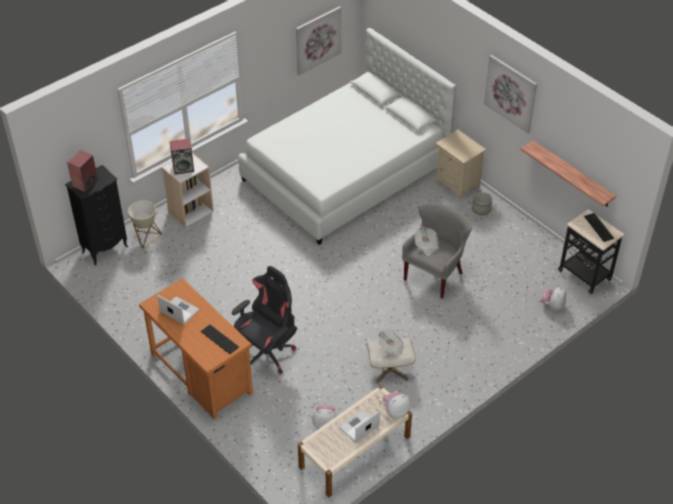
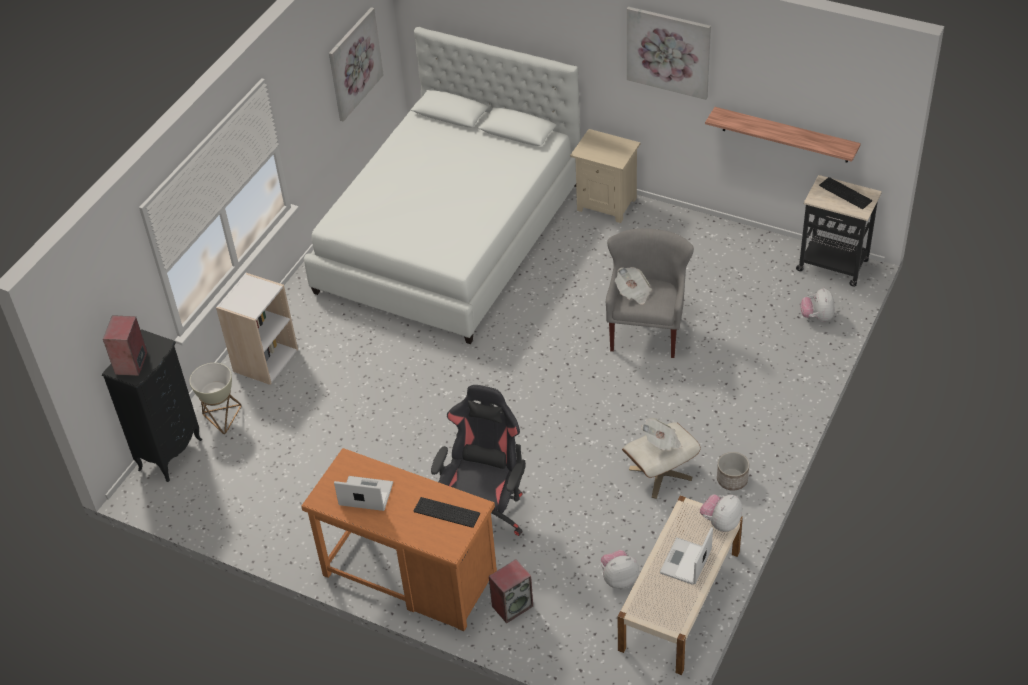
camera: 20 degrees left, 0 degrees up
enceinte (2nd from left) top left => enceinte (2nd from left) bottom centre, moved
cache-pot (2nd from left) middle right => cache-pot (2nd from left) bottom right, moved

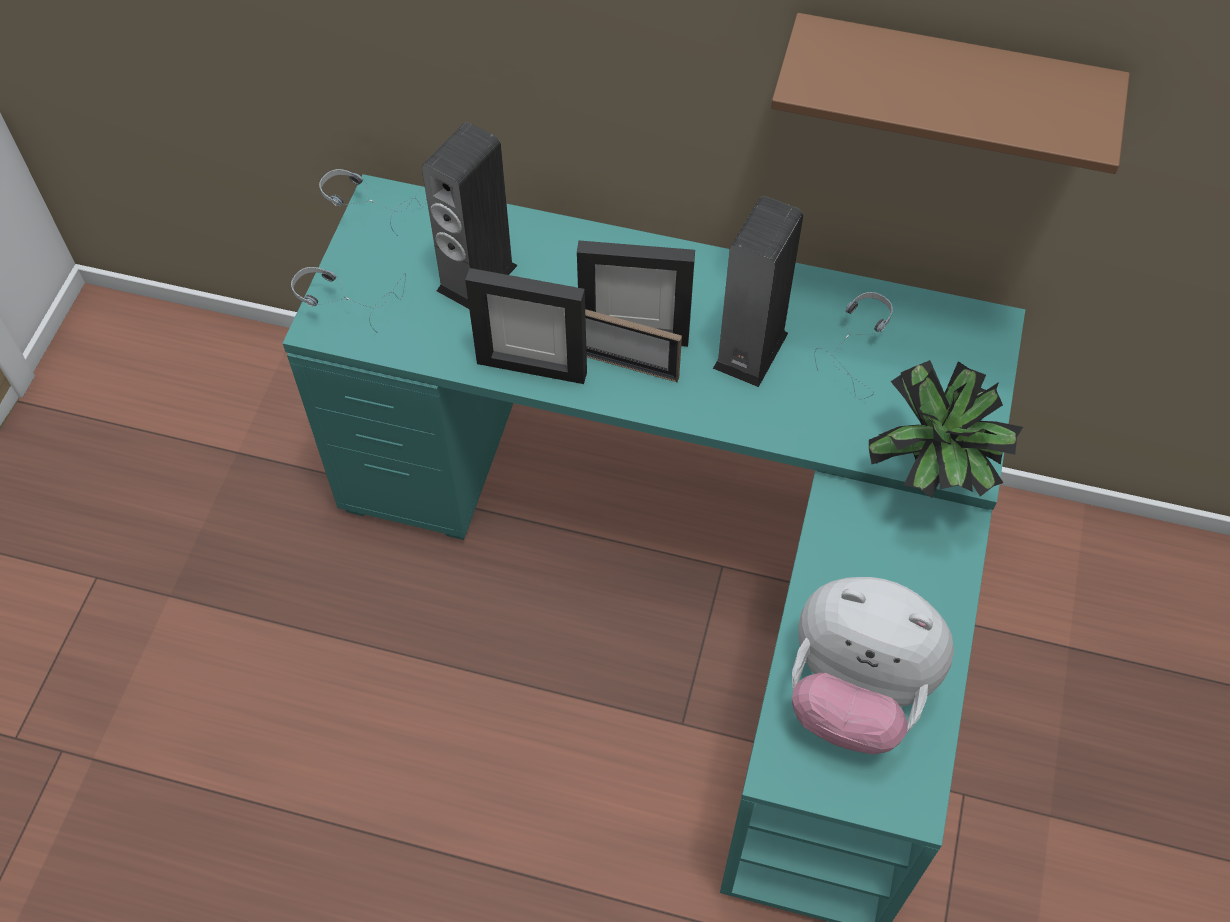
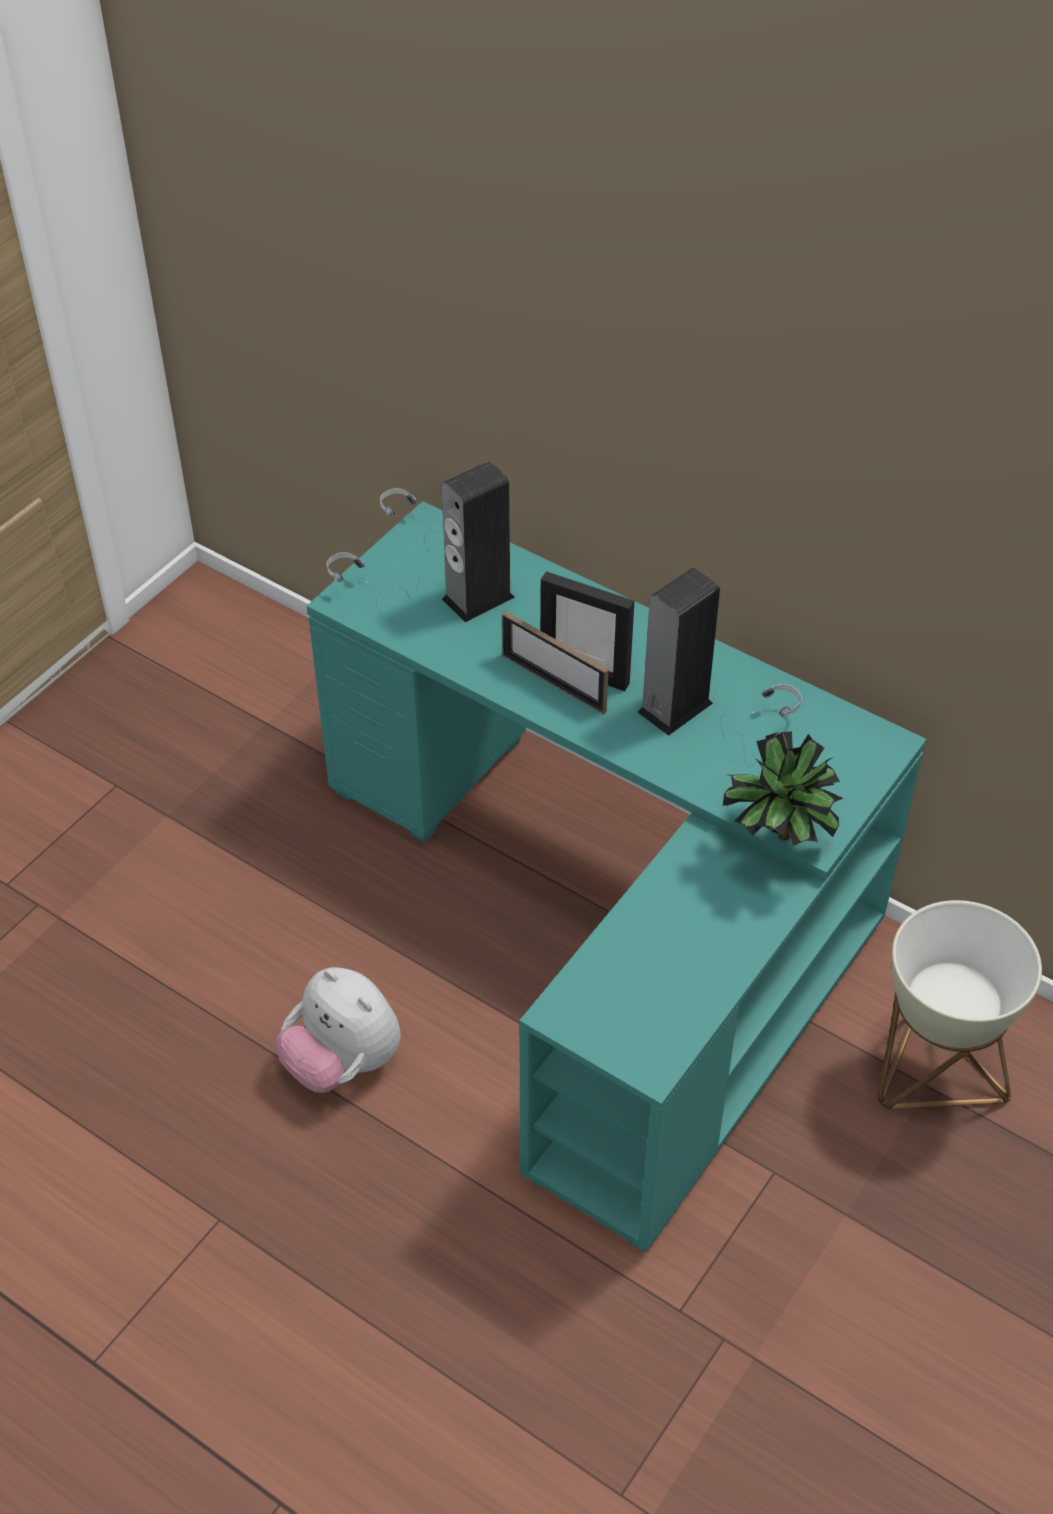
camera: 20 degrees right, 10 degrees down
peluche bottom right => peluche bottom left, moved
nothing => cache-pot middle right
cadre photo (1st from left) centre => nothing
étagère/marron top right => nothing

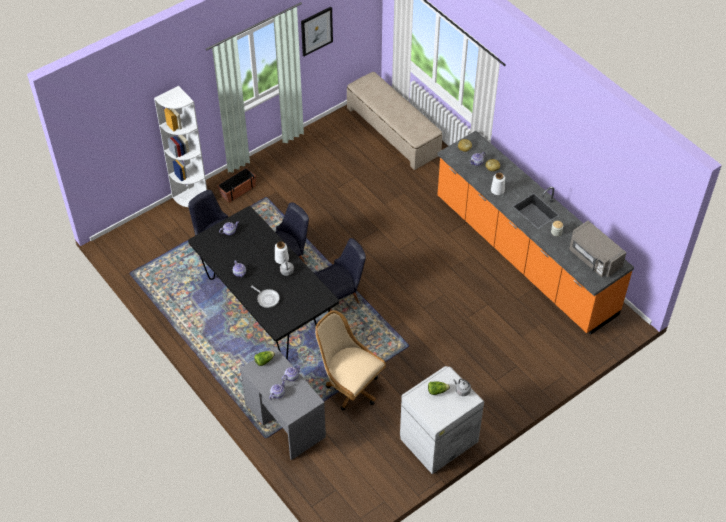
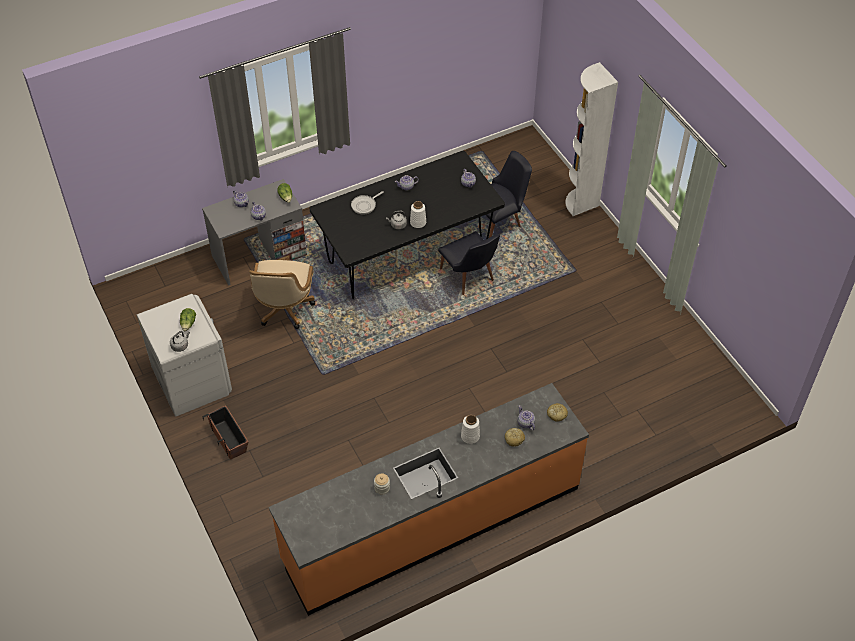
camera: 100 degrees right, 0 degrees up
cache-pot middle left => cache-pot bottom left, moved
chaise de bureau/beige bottom centre => chaise de bureau/beige middle left, 135 degrees clockwise
tableau top centre => nothing
chaise/noir (3rd from left) centre => nothing
banc/beige top centre => nothing
micro-ondes/gris middle right => nothing

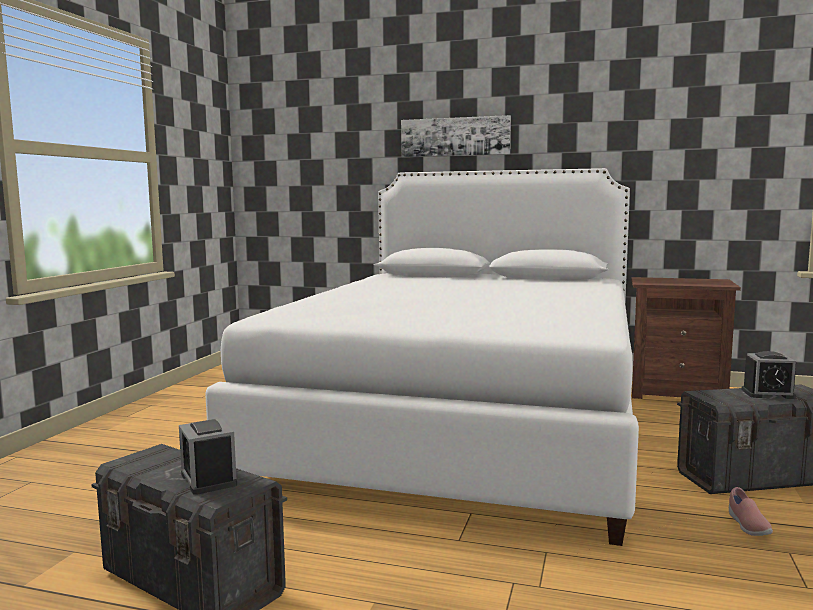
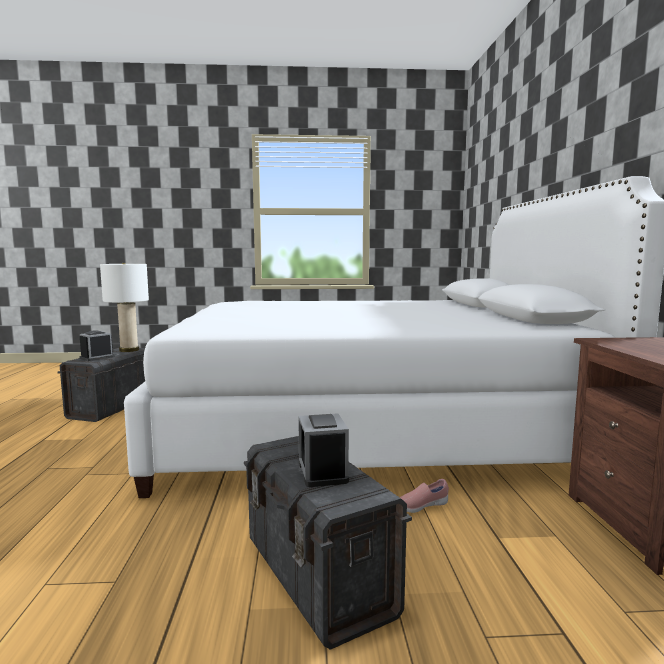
camera: 70 degrees right, 0 degrees up
nothing => lampe de table/blanc middle left
chaussure/rose bottom right => chaussure/rose bottom centre, moved
tableau top centre => nothing

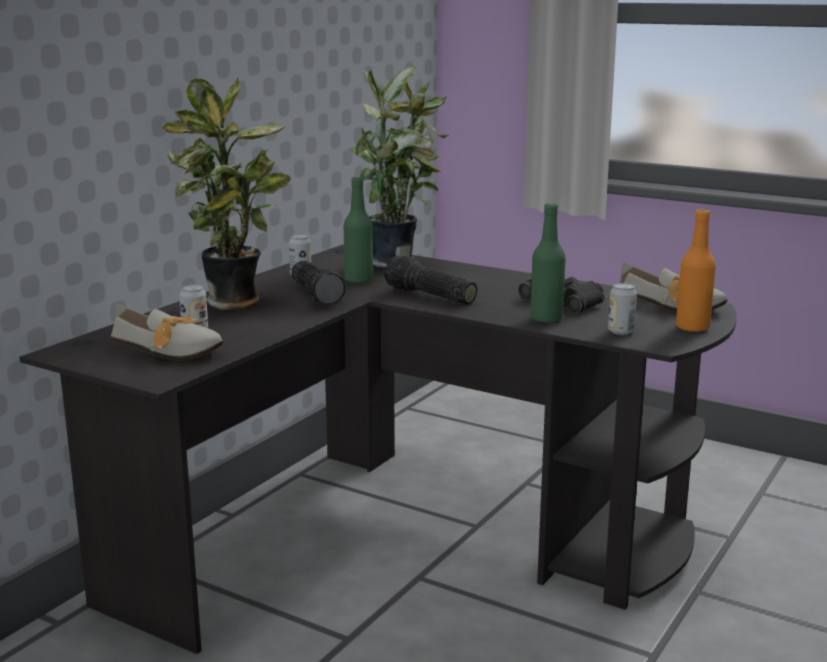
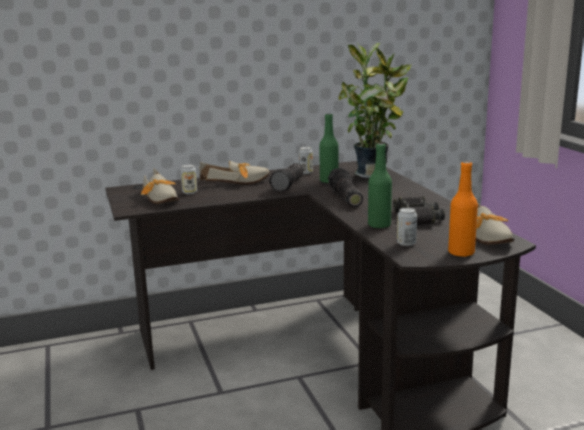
camera: 40 degrees right, 0 degrees up
plante en pot (1st from left) top left => chaussure (2nd from left) centre

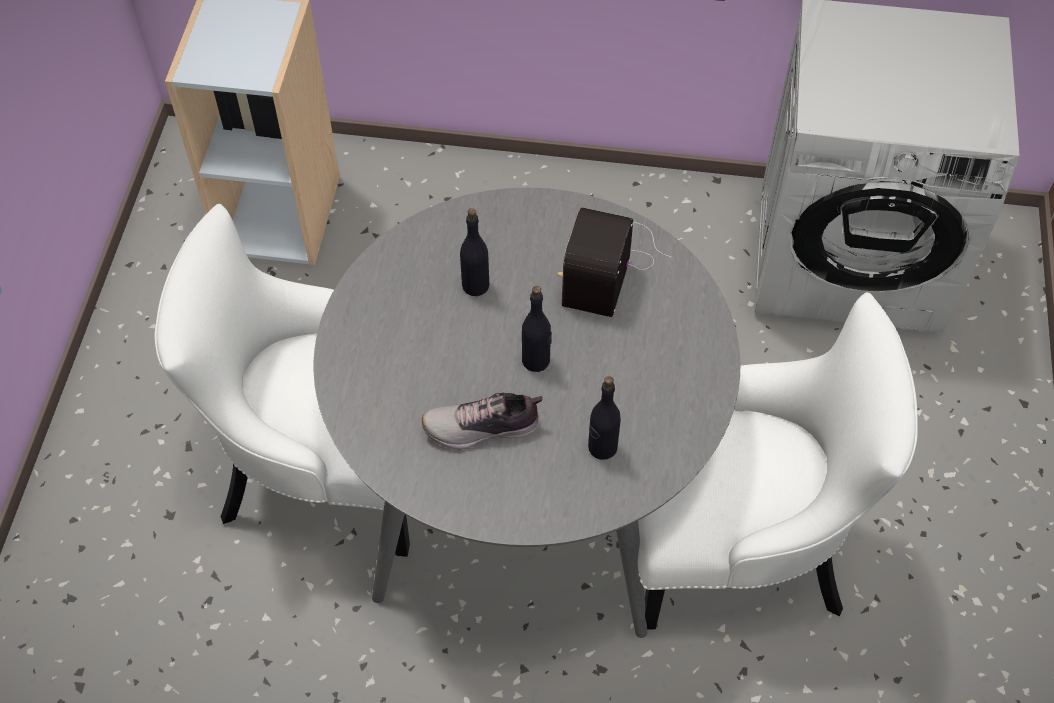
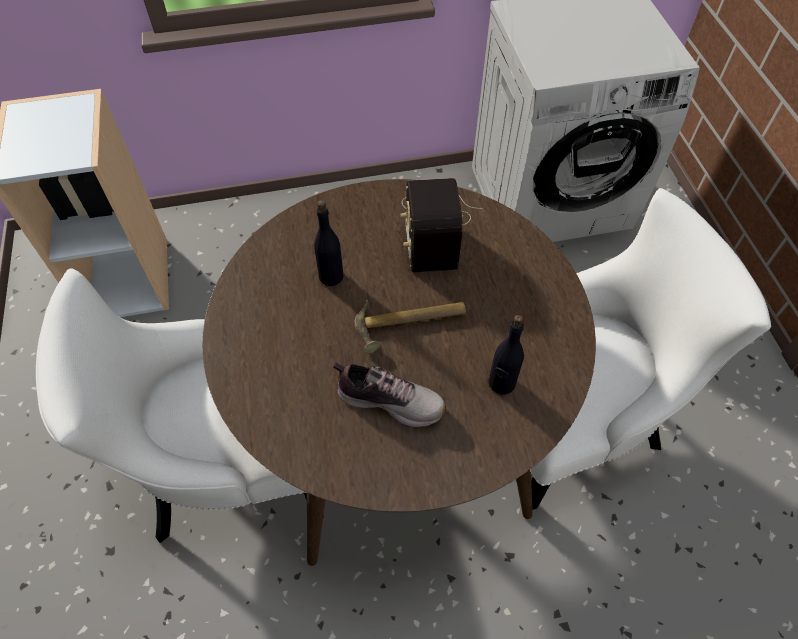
camera: 20 degrees left, 0 degrees up
table à manger/gris centre => table à manger/marron centre
chaussure centre, 135 degrees counterclockwise
bouteille/noir (2nd from left) centre => marteau centre

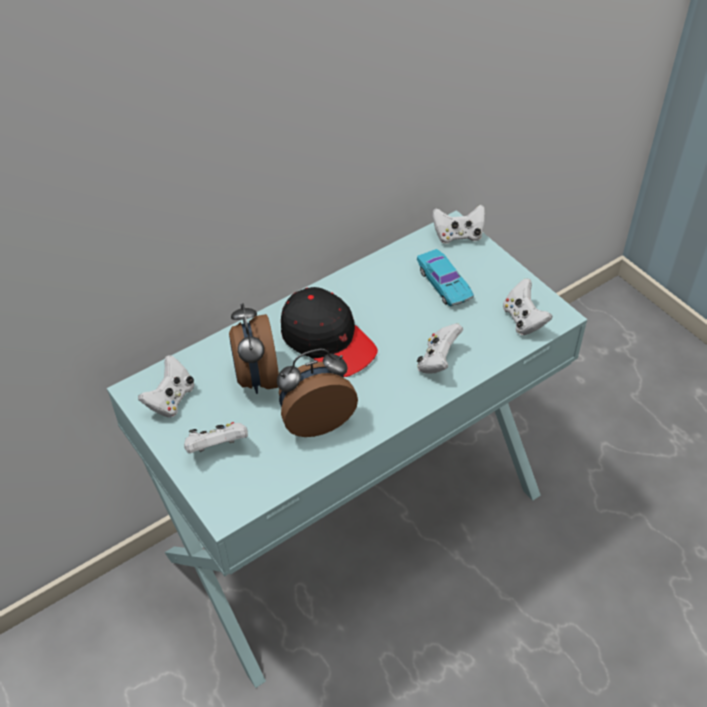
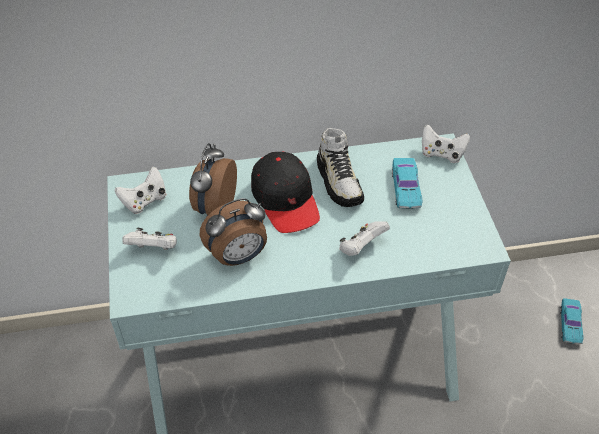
camera: 25 degrees right, 0 degrees up
réveil (2nd from left) centre, 150 degrees clockwise
nothing => chaussure centre
nothing => petite voiture/turquoise (2nd from left) bottom right
manette/blanc (5th from left) middle right => nothing

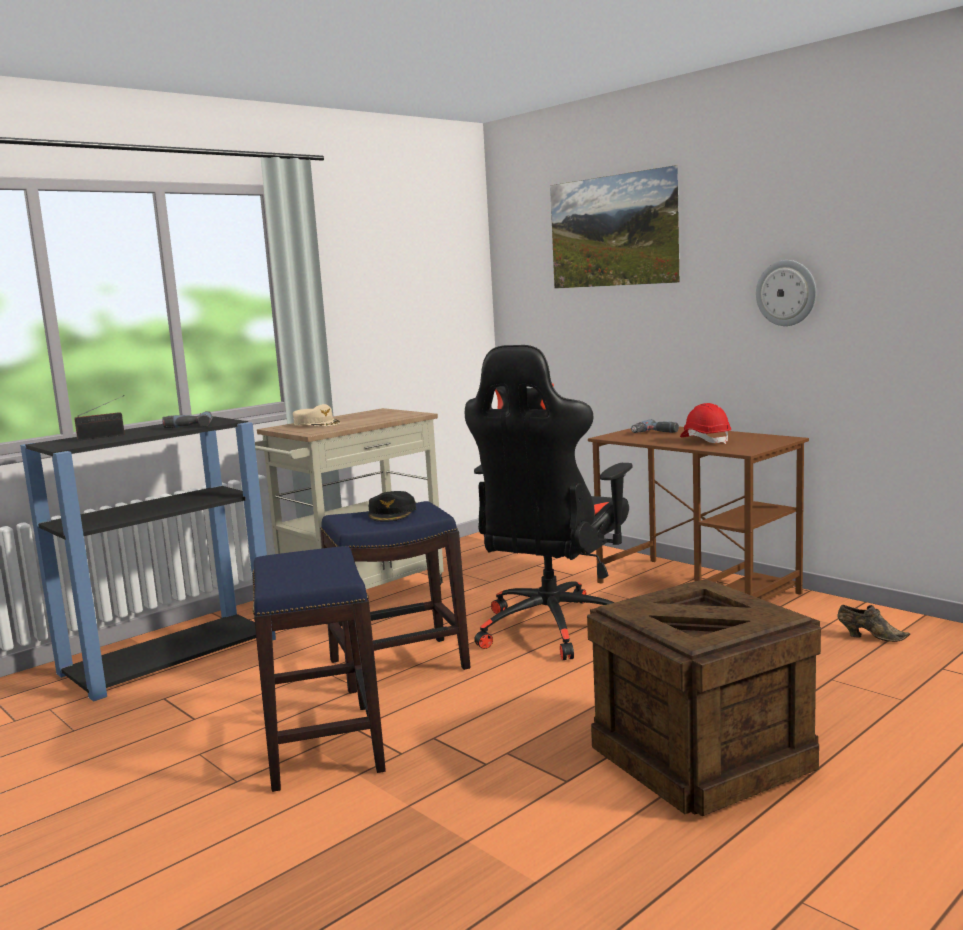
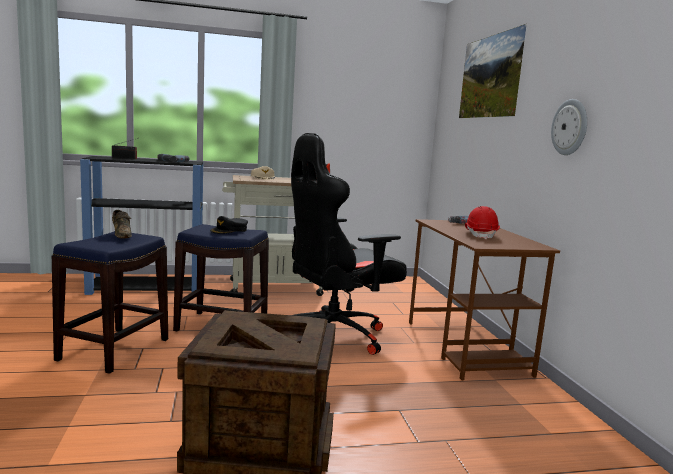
camera: 30 degrees right, 0 degrees up
chaussure/marron bottom right => chaussure/marron middle left, moved

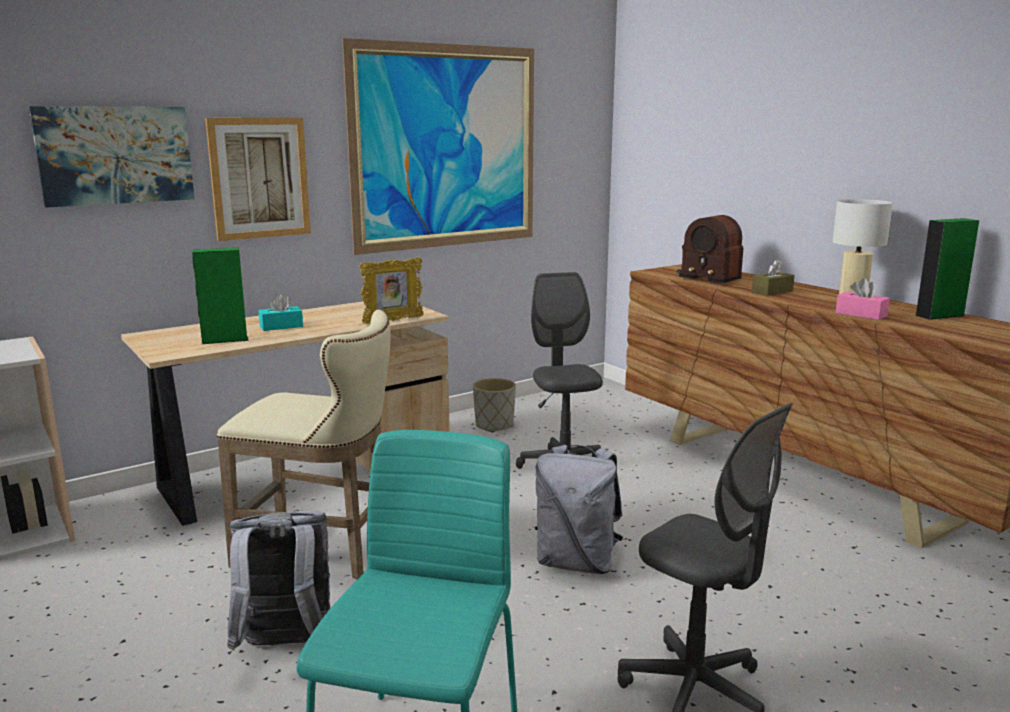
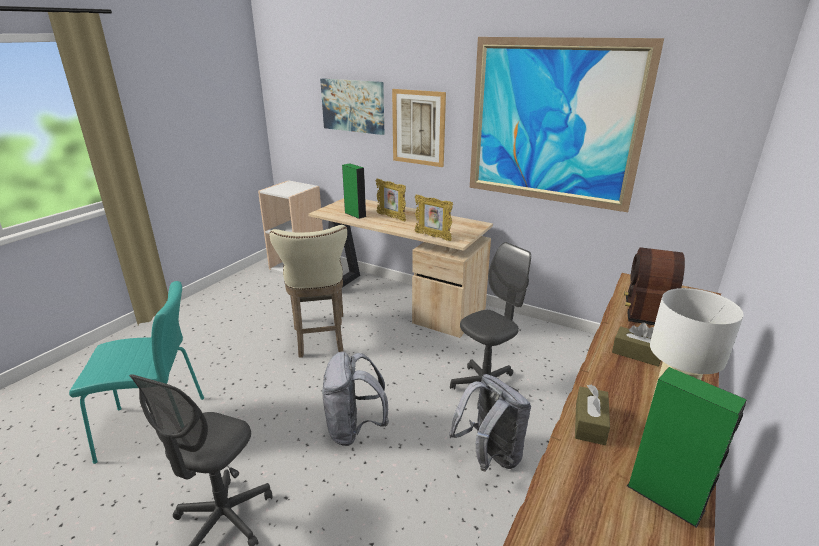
camera: 65 degrees right, 10 degrees up
boîte à mouchoirs/turquoise middle left => cadre photo (1st from left) centre
sac à dos/gris (1st from left in the first image) bottom left => sac à dos/gris (2nd from left) bottom centre, moved
boîte à mouchoirs/rose middle right => boîte à mouchoirs/marron (1st from left) bottom right
cache-pot/gris centre => nothing

